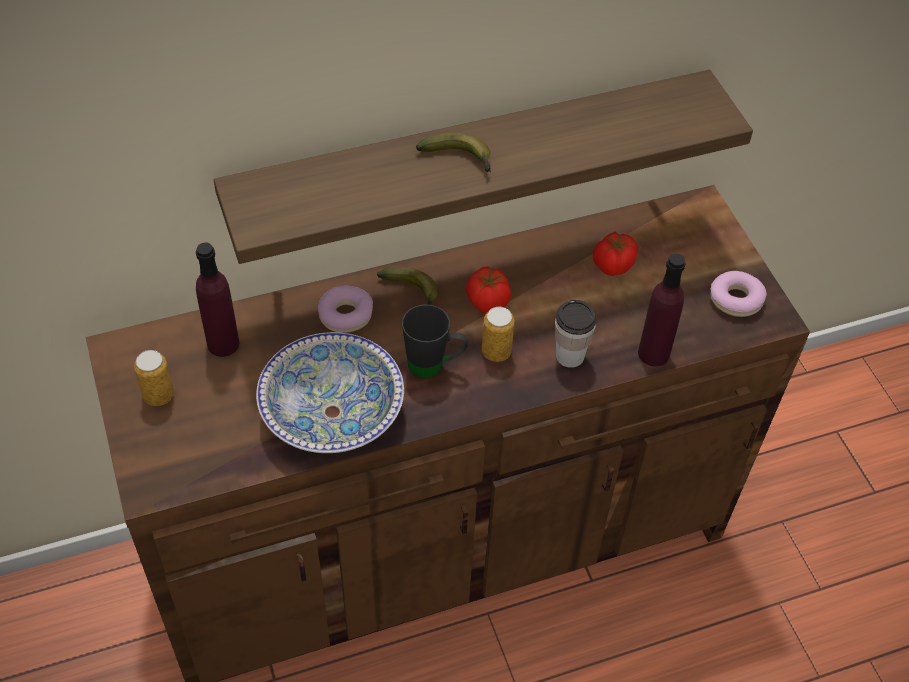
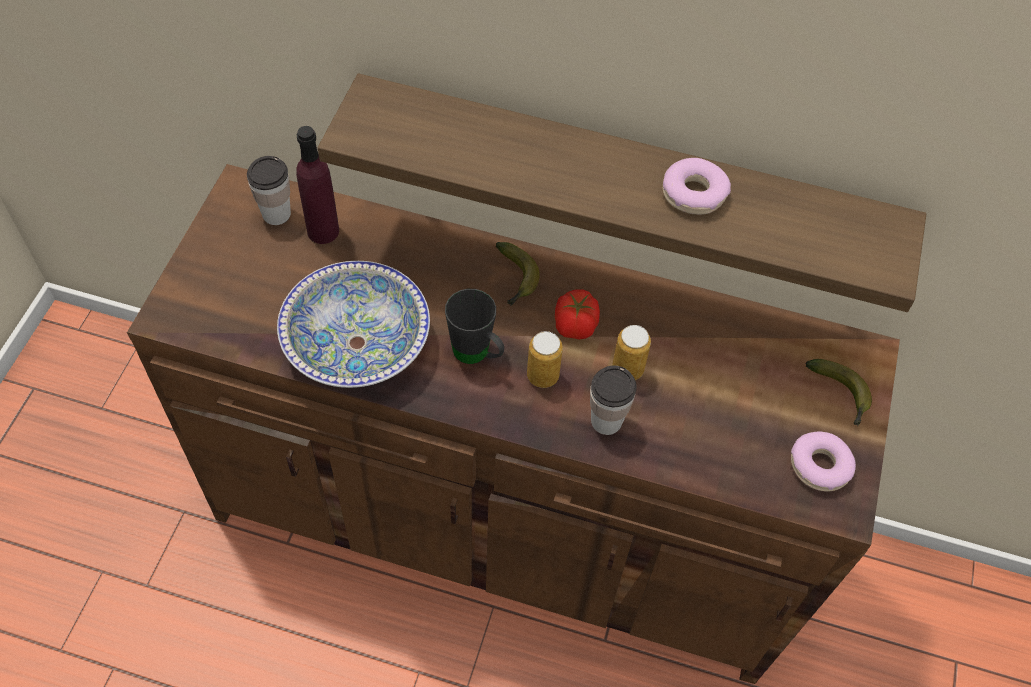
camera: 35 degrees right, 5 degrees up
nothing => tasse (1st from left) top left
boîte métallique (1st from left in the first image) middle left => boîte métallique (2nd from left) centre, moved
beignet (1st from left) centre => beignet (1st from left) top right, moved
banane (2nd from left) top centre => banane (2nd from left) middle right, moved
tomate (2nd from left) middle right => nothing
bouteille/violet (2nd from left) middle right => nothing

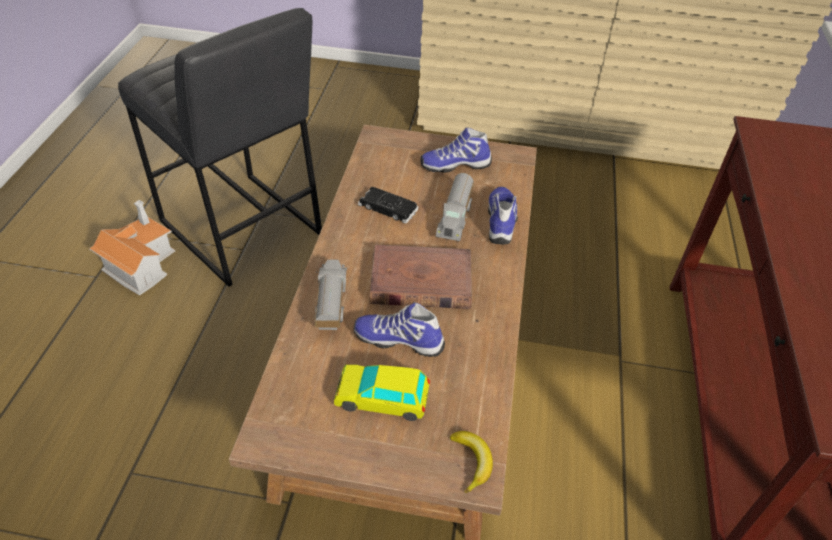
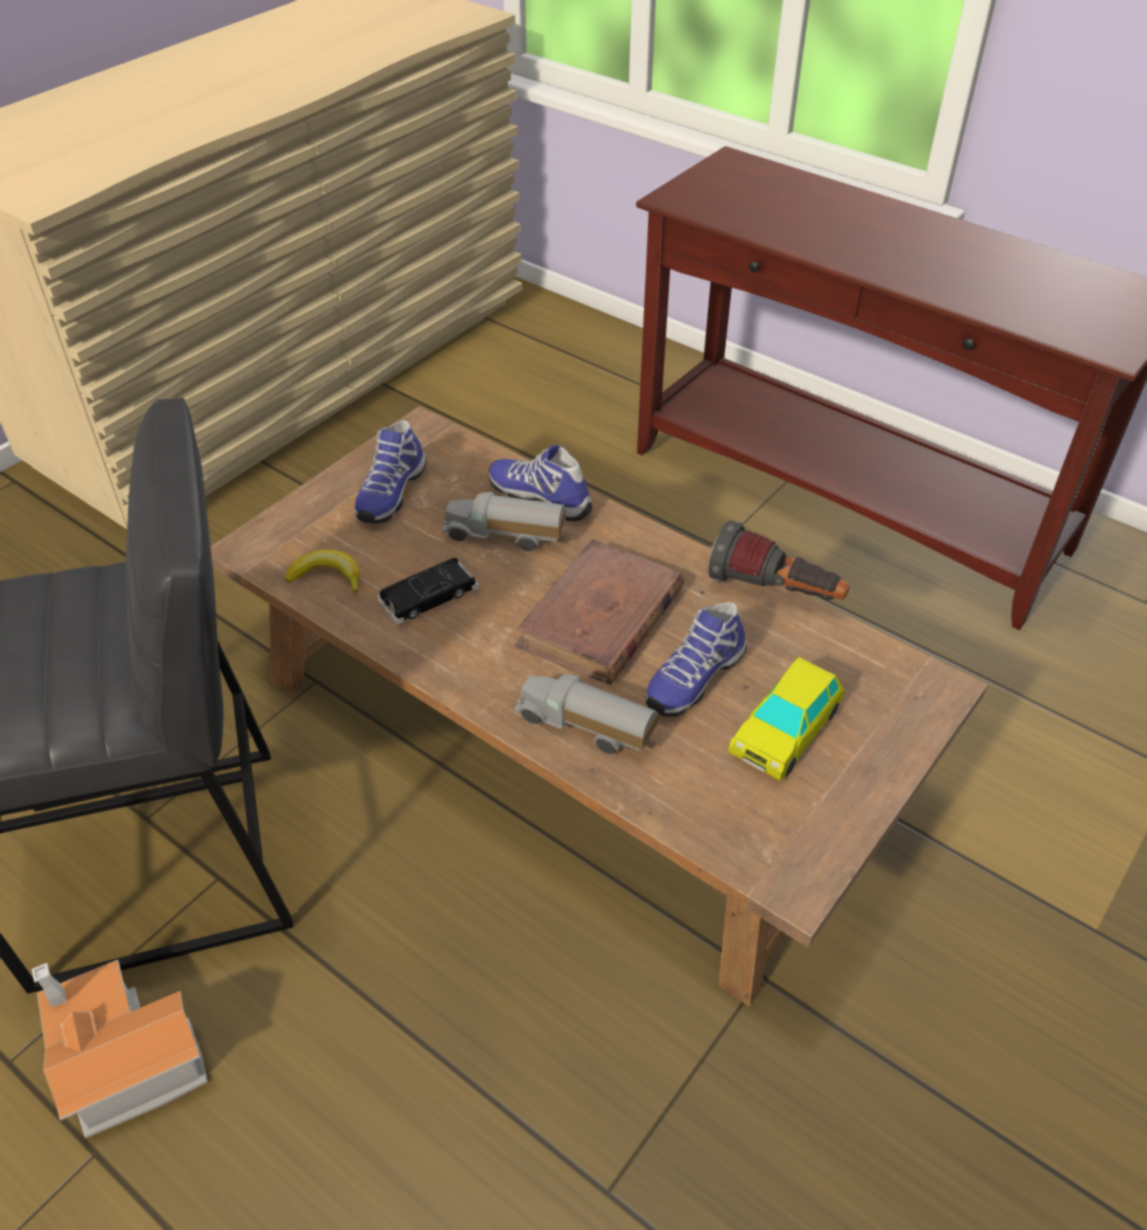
camera: 60 degrees left, 0 degrees up
banane bottom centre => banane middle left, moved
camion jouet (2nd from left in the first image) centre => camion jouet (1st from left) centre, 150 degrees clockwise
nothing => lampe de poche middle right

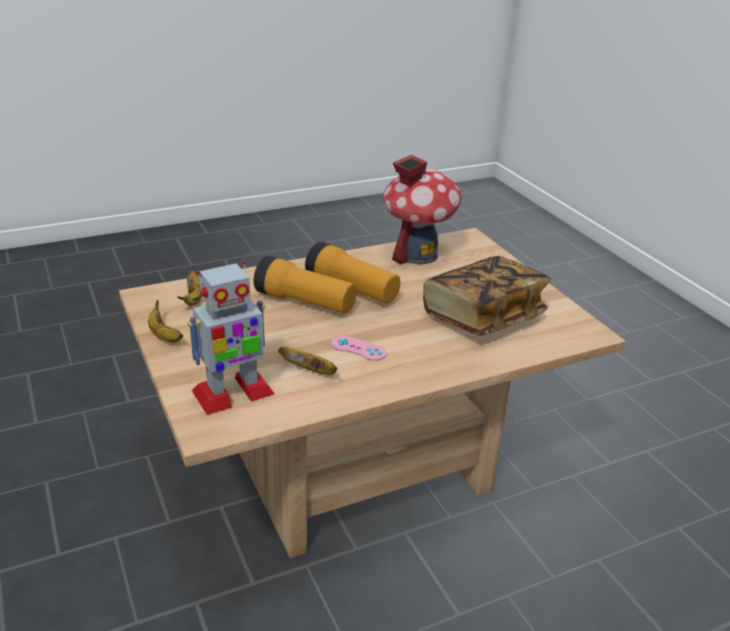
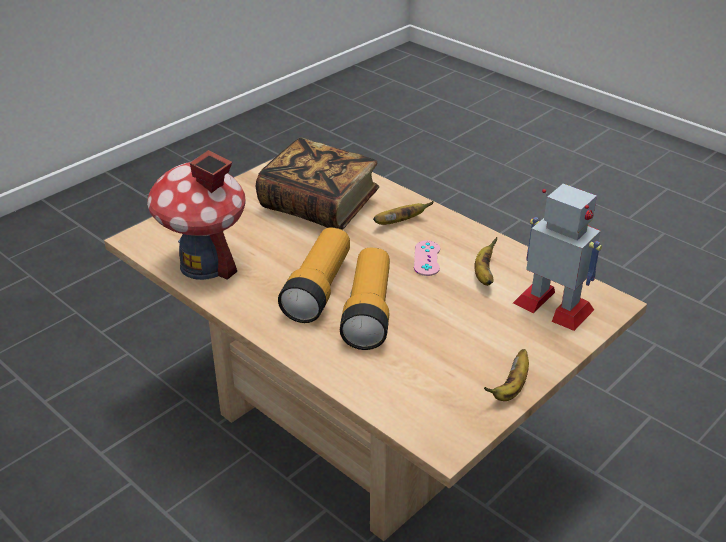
camera: 110 degrees left, 5 degrees up
banane (2nd from left in the first image) middle left => banane (1st from left) centre, moved

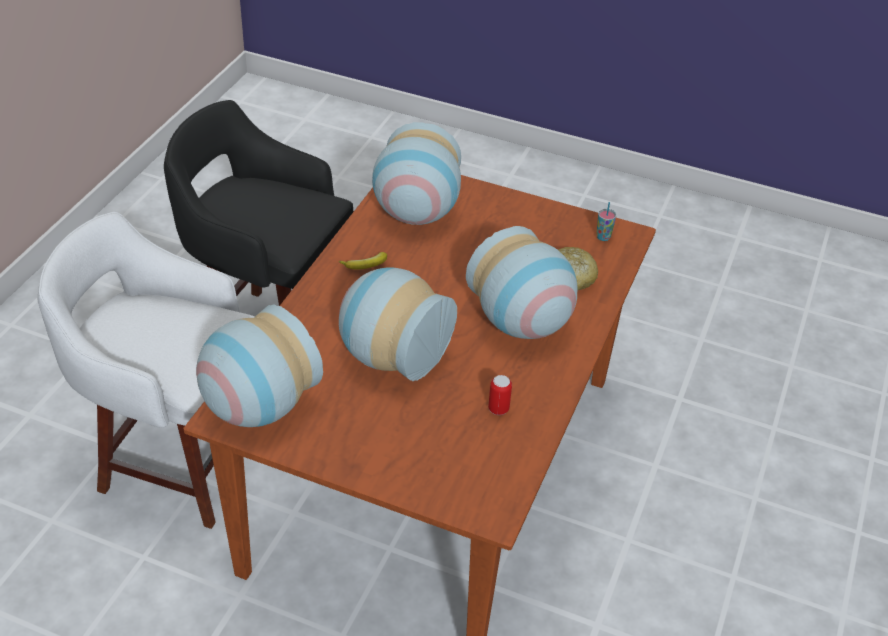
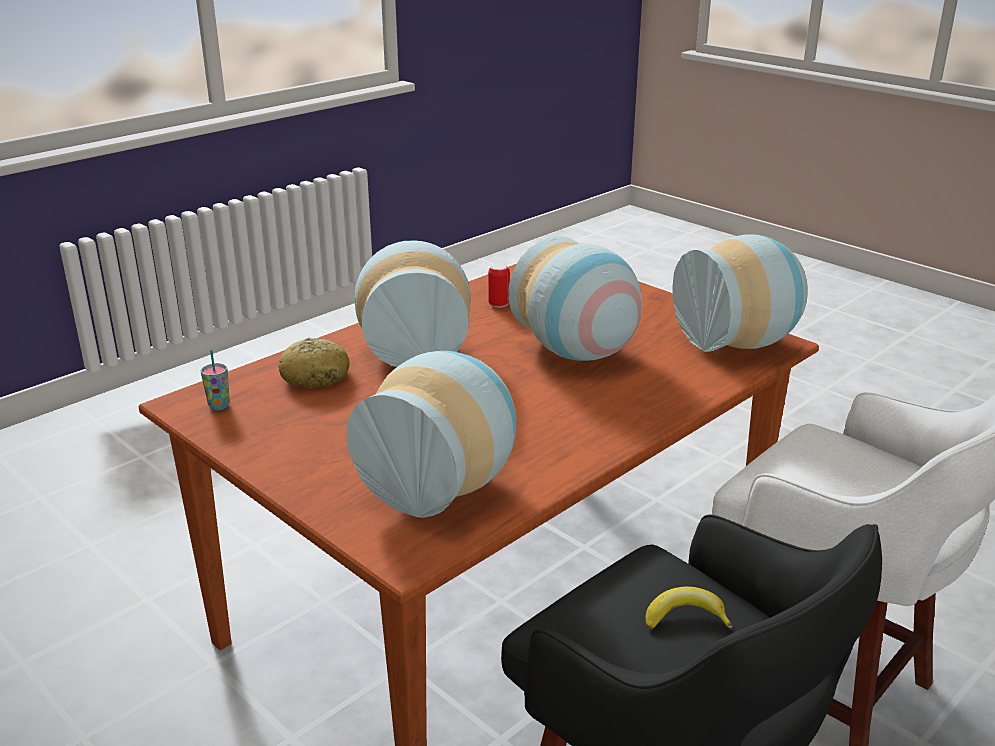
camera: 155 degrees left, 15 degrees down
banane centre => banane bottom right, moved

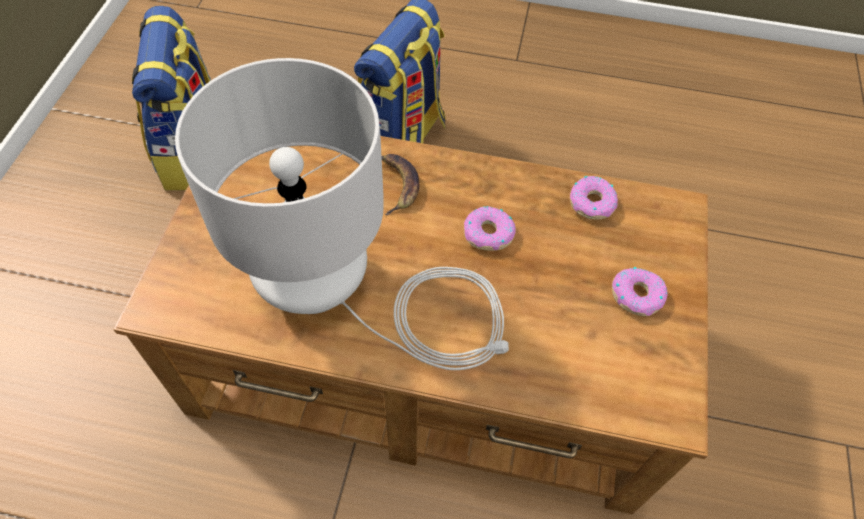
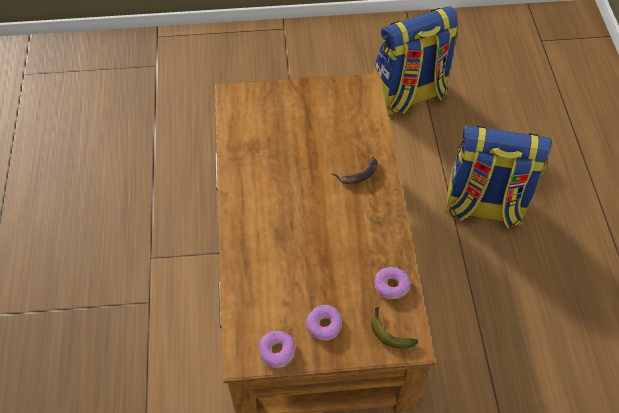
camera: 75 degrees right, 0 degrees up
beignet (1st from left) centre => beignet (1st from left) bottom centre, moved
nothing => banane (2nd from left) bottom centre
lampe de table/blanc centre => nothing

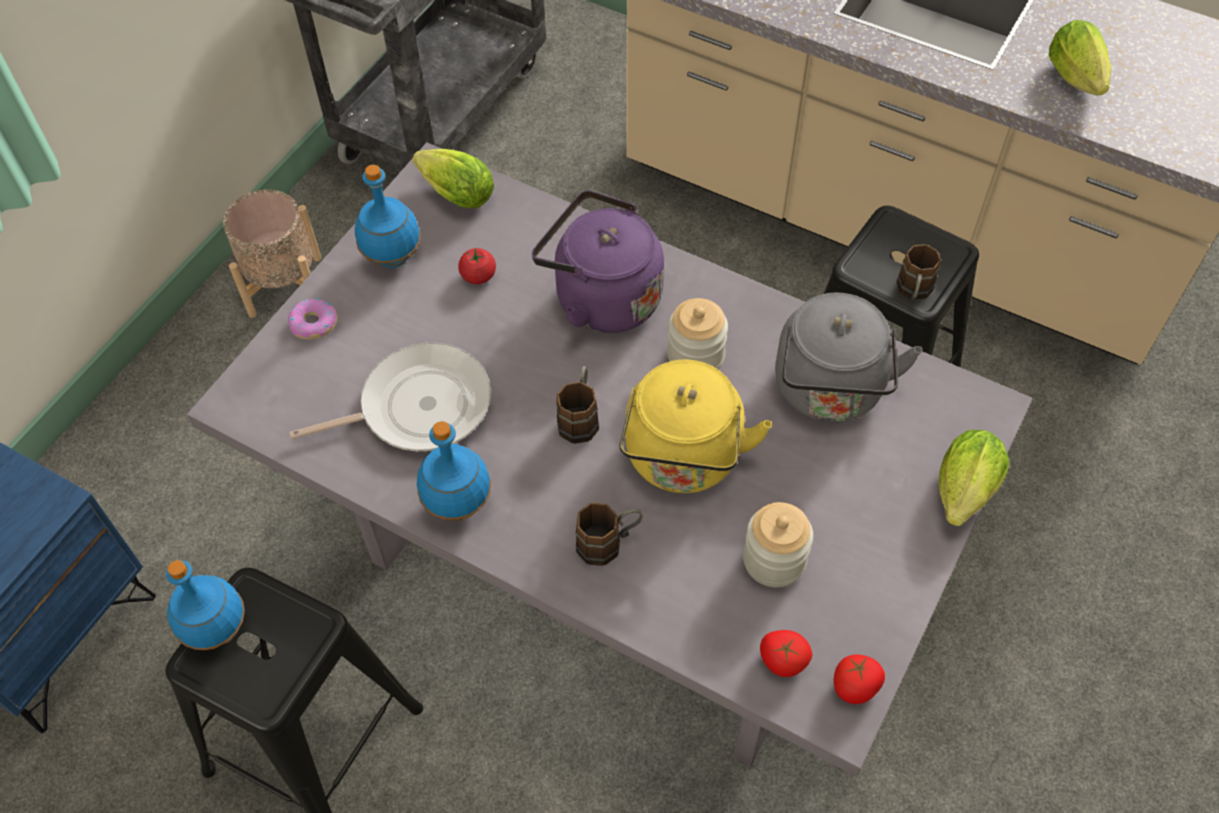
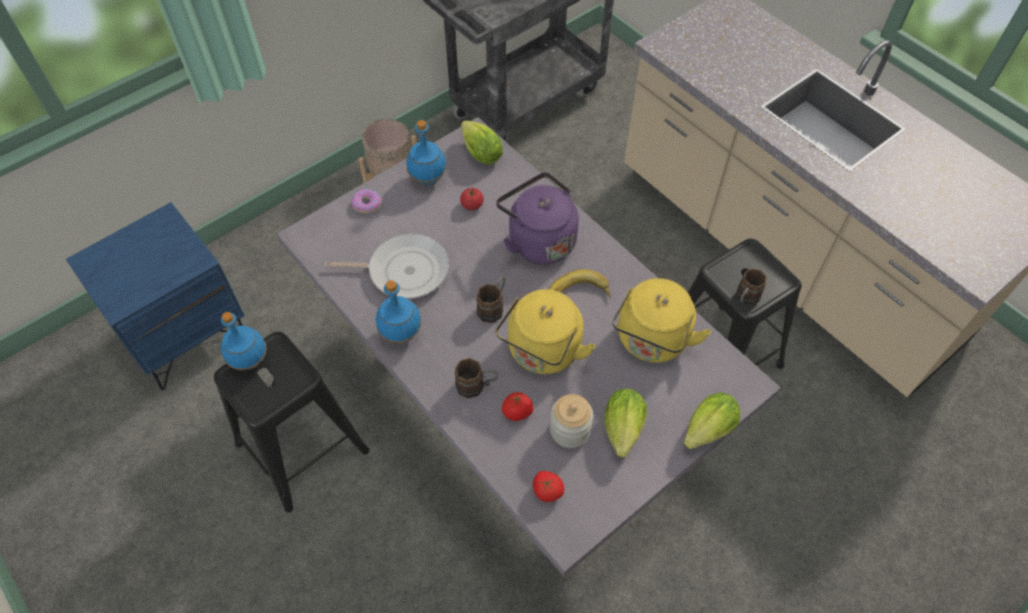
camera: 20 degrees right, 0 degrees up
tomate (3rd from left in the first image) bottom right => tomate (2nd from left) centre, moved
bocal (1st from left) centre => banane centre
laitue (3rd from left in the first image) top right => laitue (2nd from left) bottom centre, moved
bouilloire/gris middle right => bouilloire/jaune (2nd from left) centre

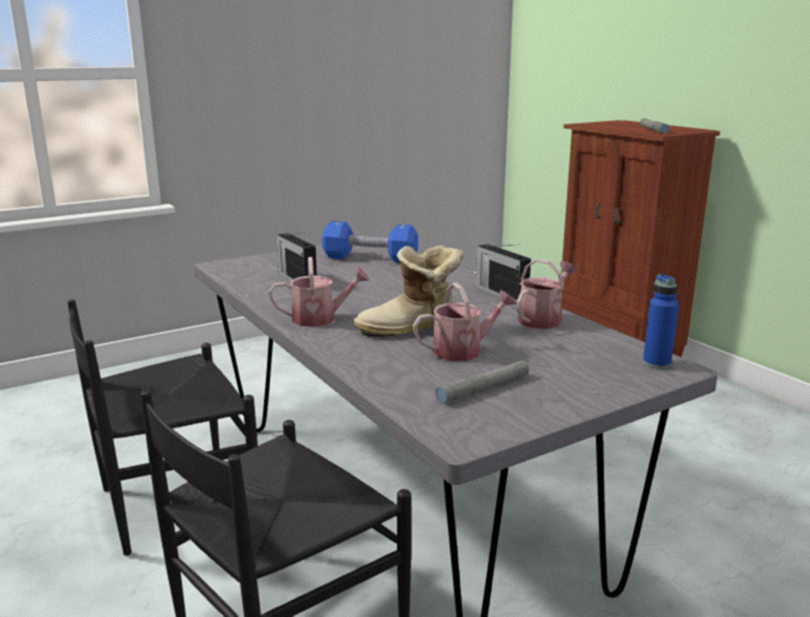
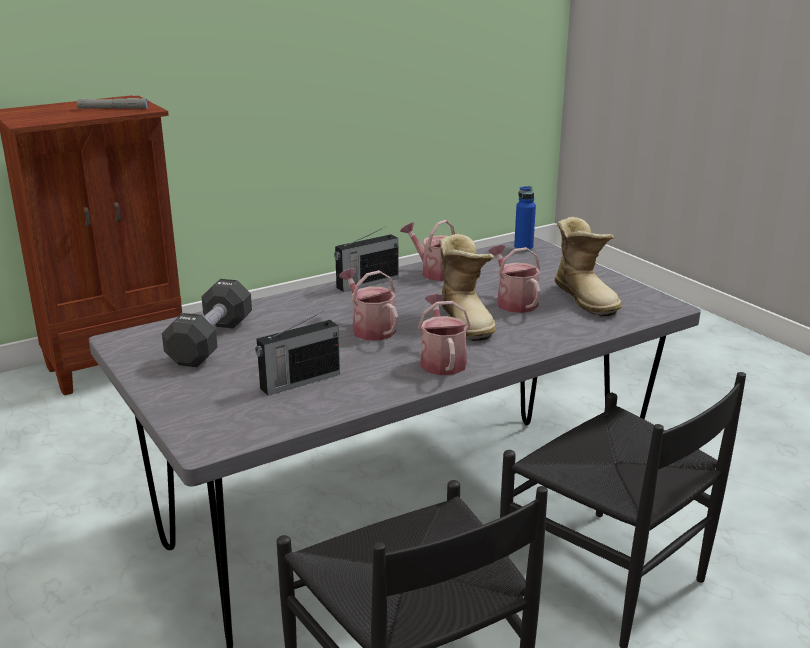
camera: 90 degrees left, 5 degrees up
haltère/bleu centre => haltère/noir middle left
nothing => arrosoir (1st from left) centre
lampe de poche/gris (1st from left) centre => botte (2nd from left) middle right

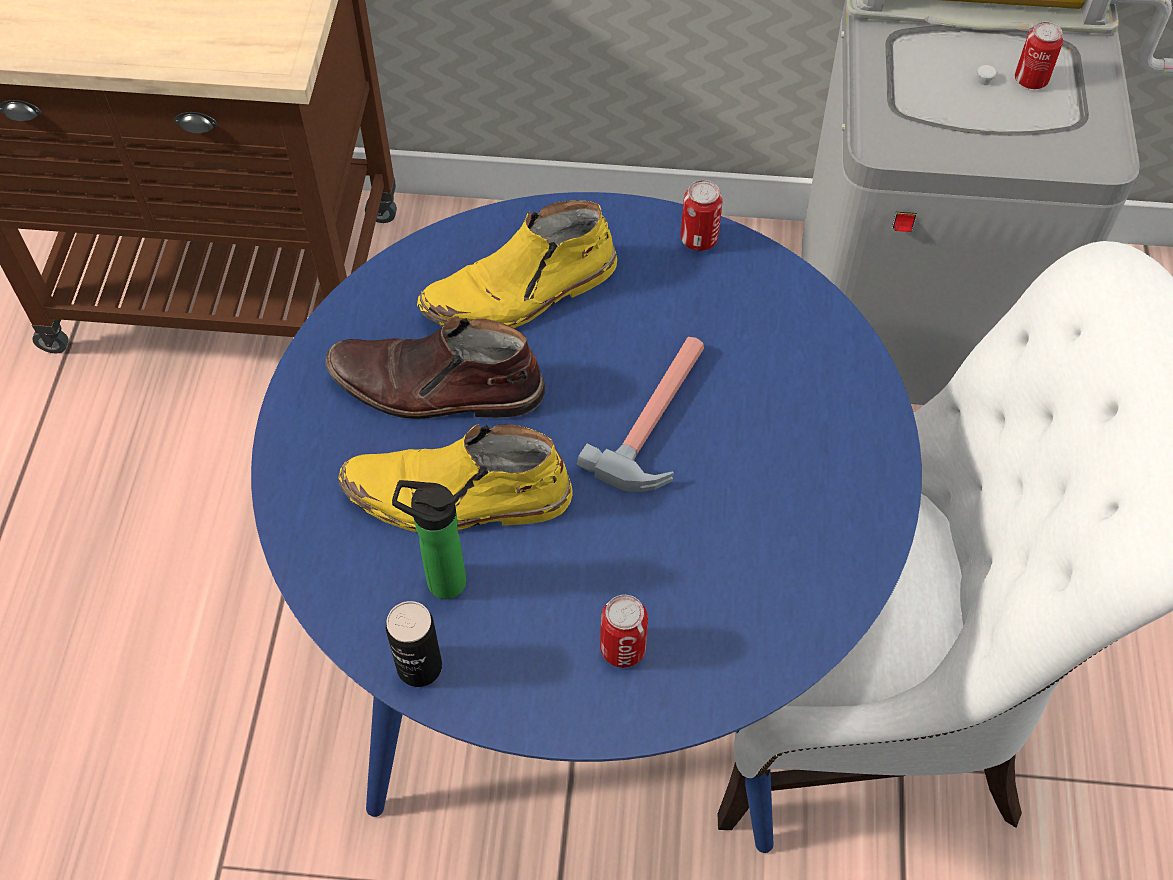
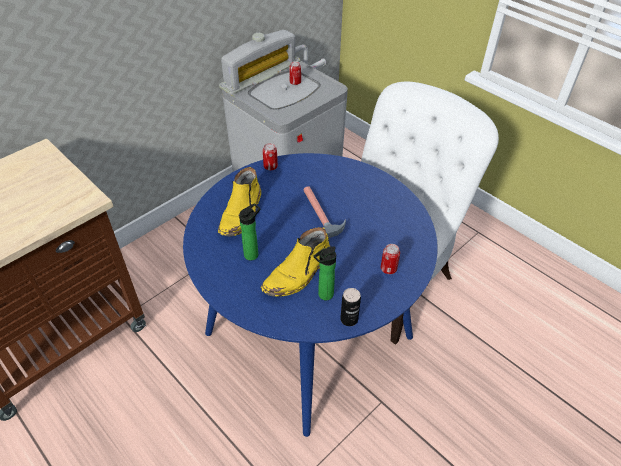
camera: 50 degrees left, 10 degrees down
botte/marron centre => bouteille (1st from left) centre

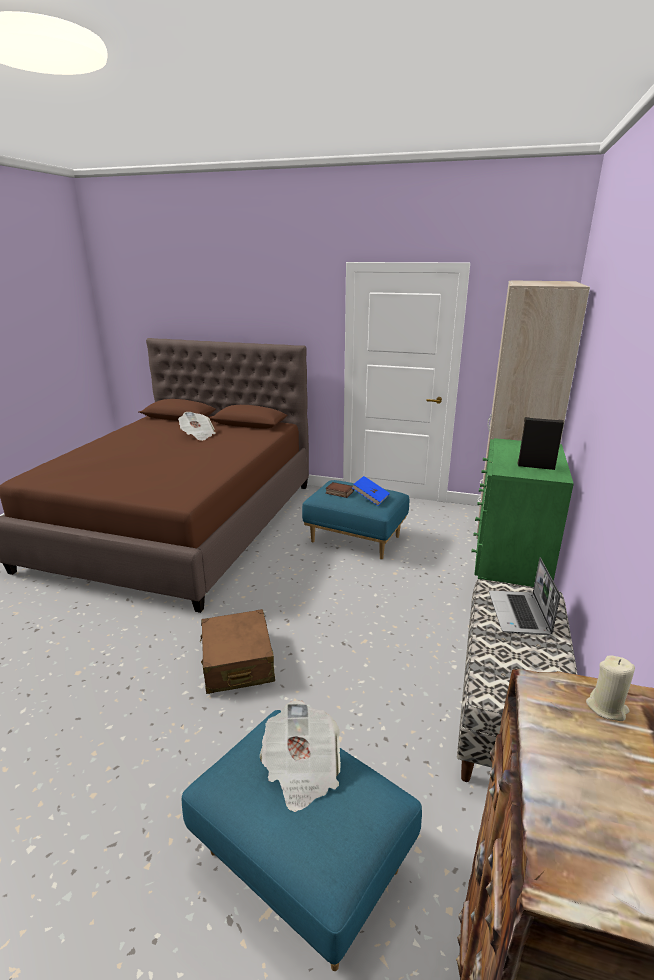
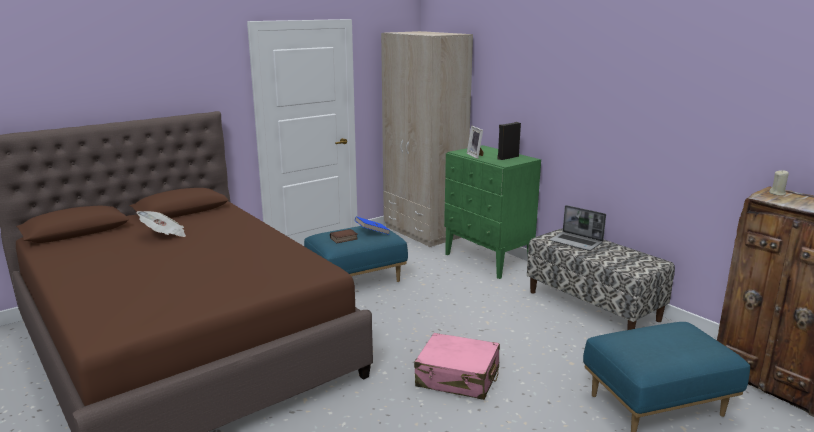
camera: 55 degrees left, 5 degrees down
valise/marron centre => valise/rose bottom centre
nothing => cadre photo top centre
journal (2nd from left) bottom centre => nothing

